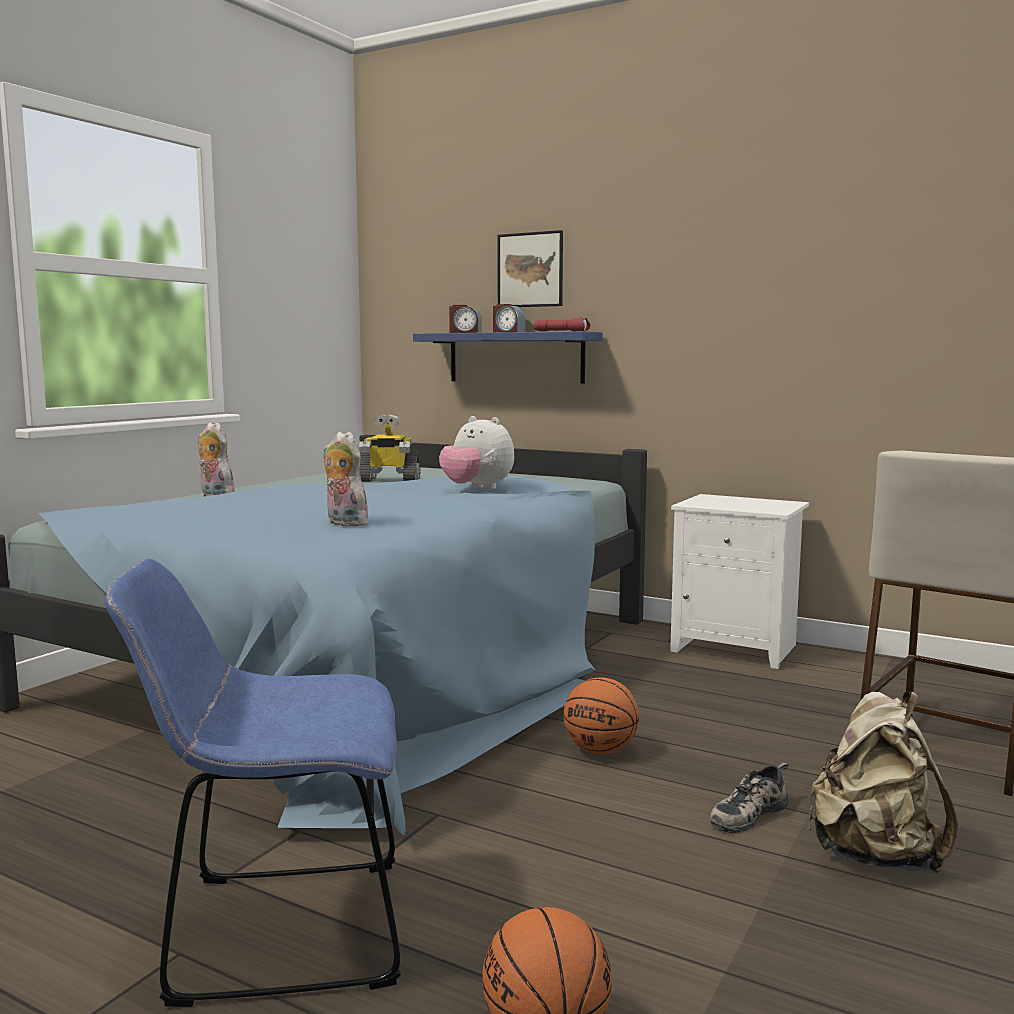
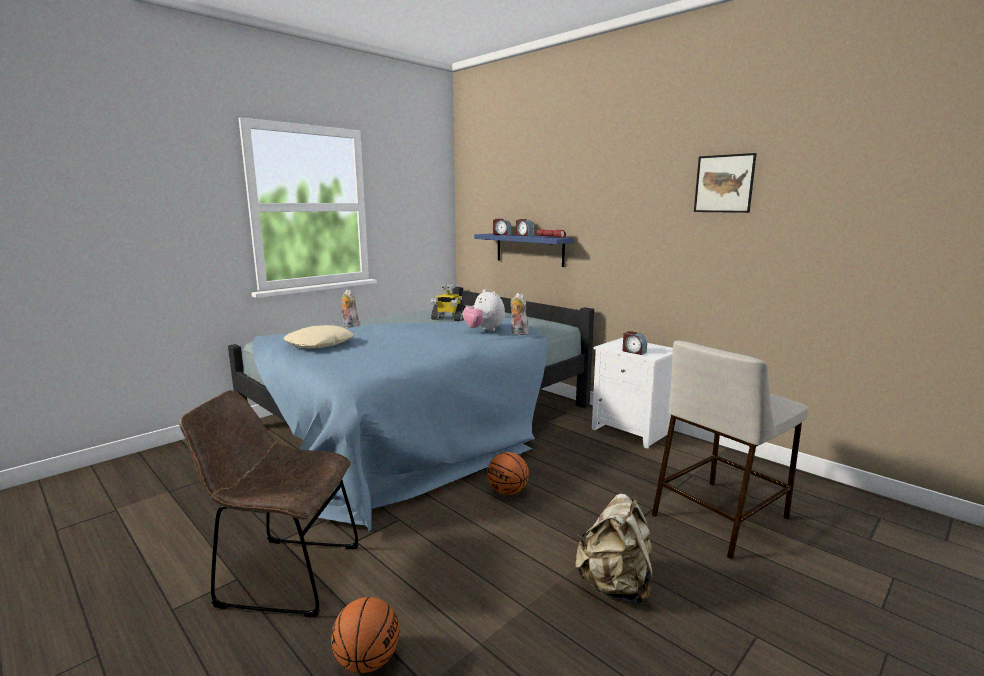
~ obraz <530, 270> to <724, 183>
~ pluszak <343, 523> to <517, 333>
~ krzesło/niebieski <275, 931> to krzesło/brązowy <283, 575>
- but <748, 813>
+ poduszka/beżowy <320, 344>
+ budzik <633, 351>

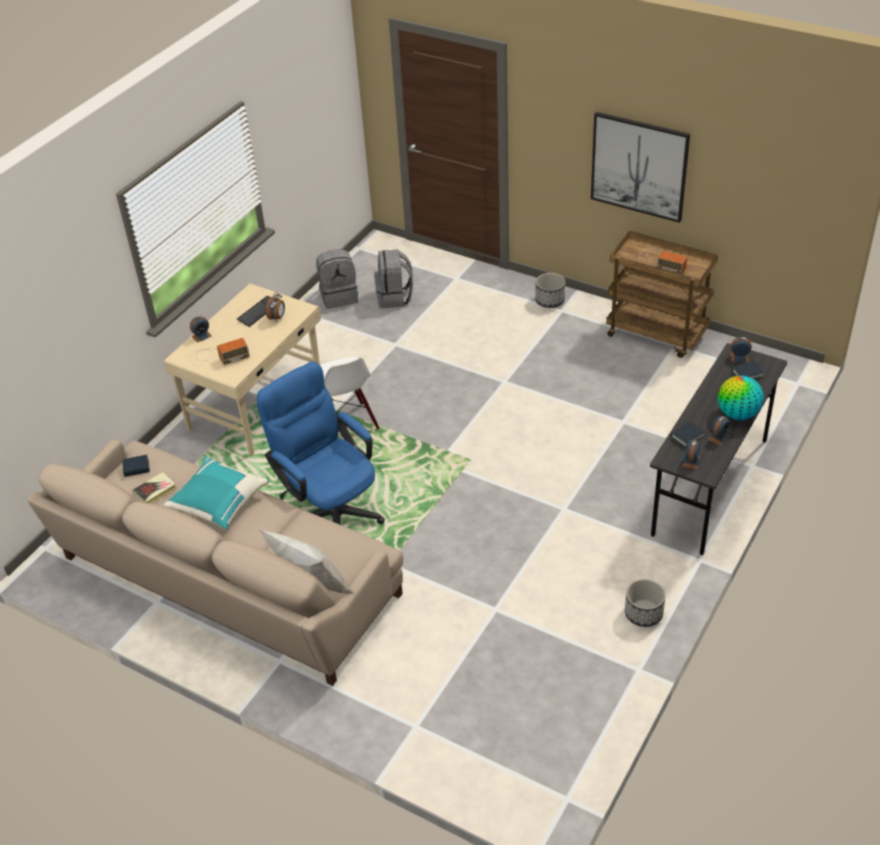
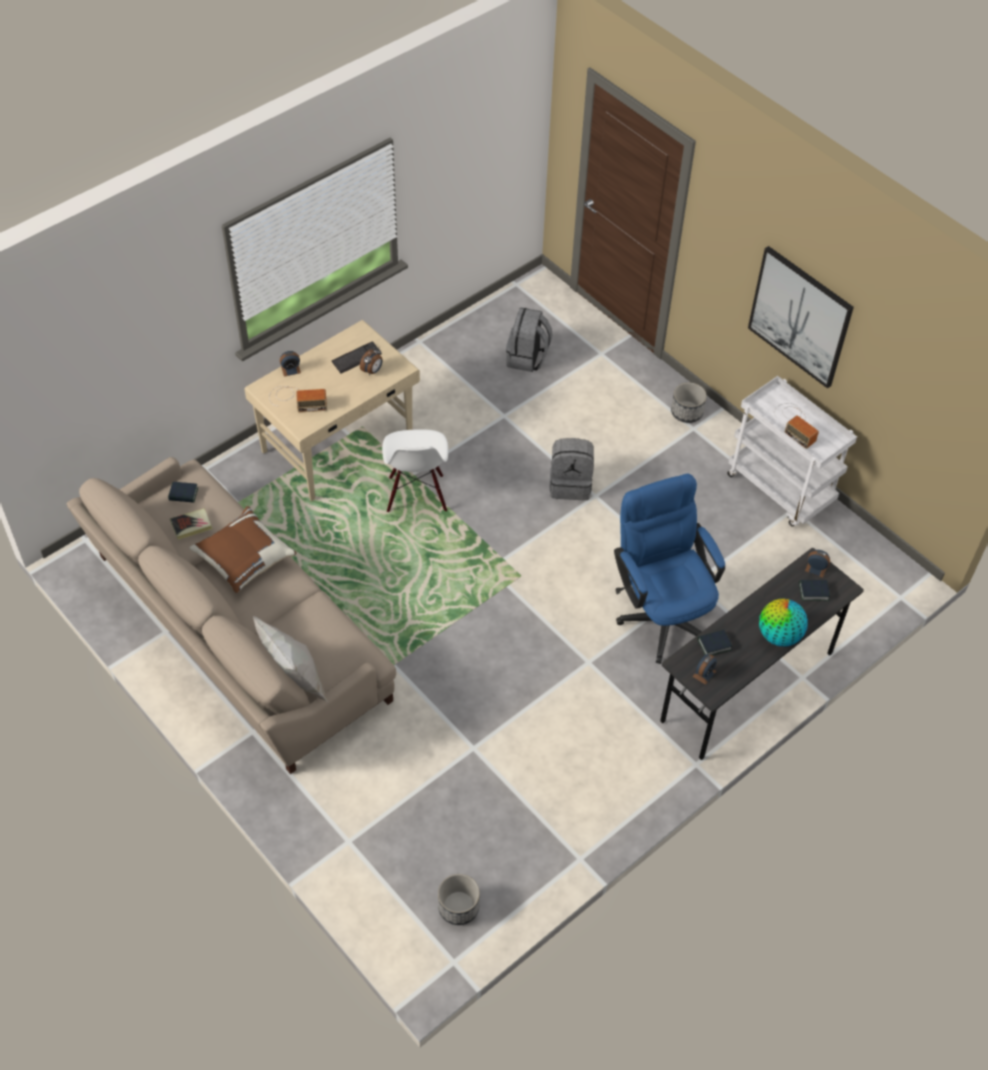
~ wózek/brązowy <657, 334> to wózek/biały <781, 489>
~ plecak/szary <339, 296> to <570, 484>
~ krzesło biurowe/niebieski <330, 509> to <661, 612>
- budzik <719, 437>
~ poduszka/turkusowy <218, 504> to poduszka/brązowy <244, 559>
~ donica <643, 614> to <458, 907>

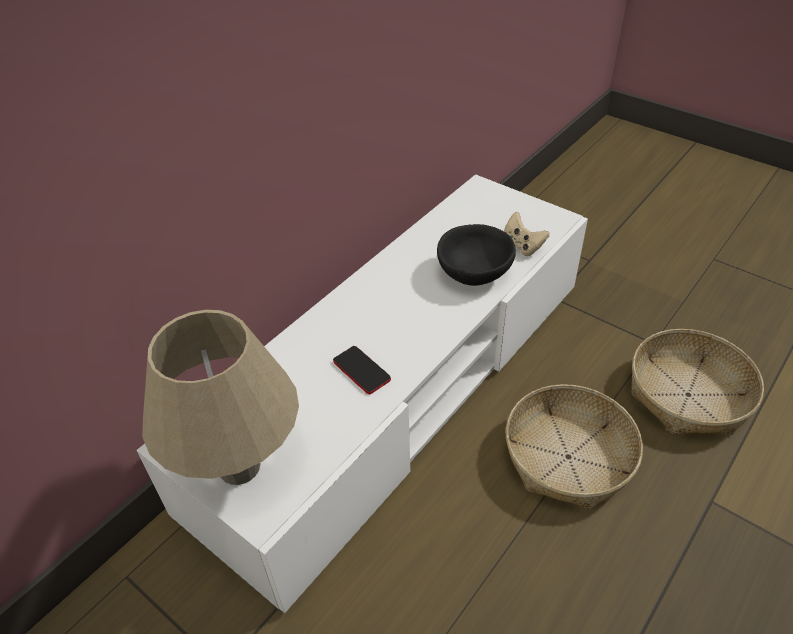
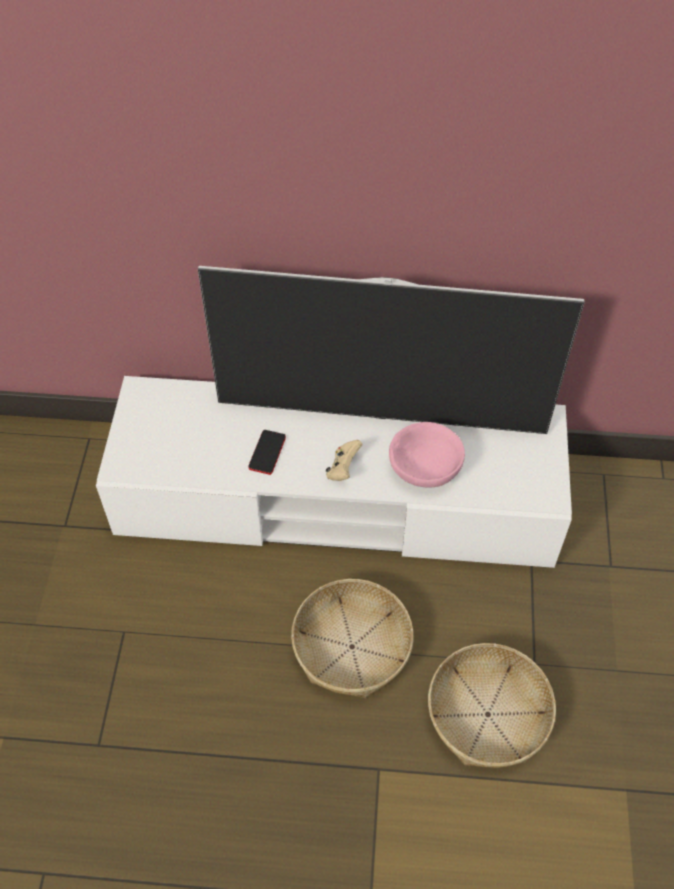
~ pad do gier/beżowy <522, 246> to <343, 469>
~ miska/czarny <474, 272> to miska/różowy <425, 469>
- lampa stołowa/beżowy <239, 466>
+ telewizor <381, 416>

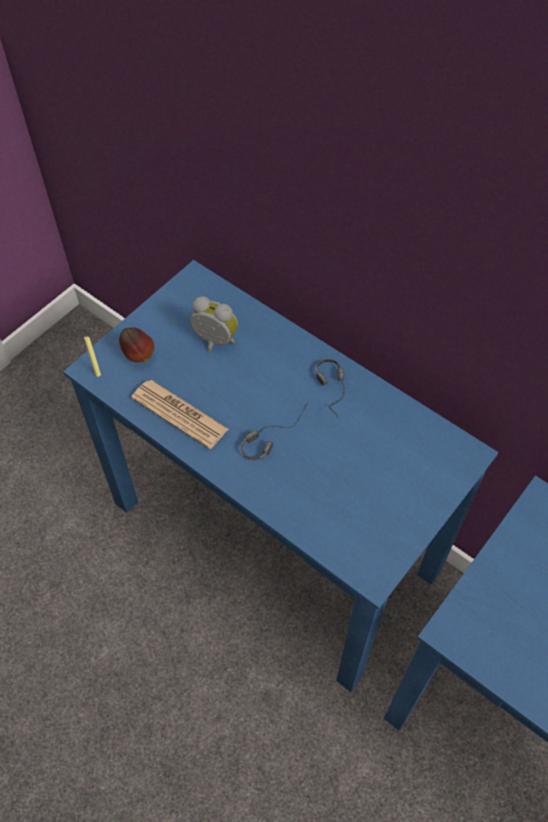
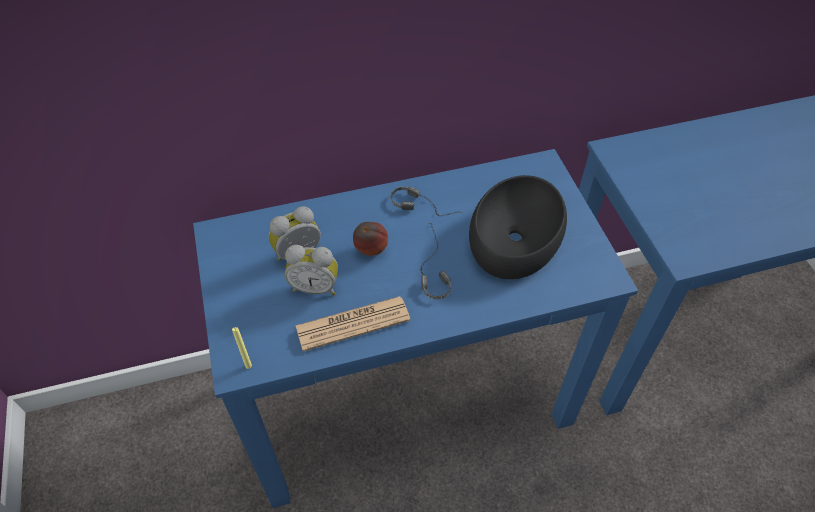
~ jabłko <138, 356> to <371, 251>
+ miska/czarny <514, 237>
+ budzik <315, 286>

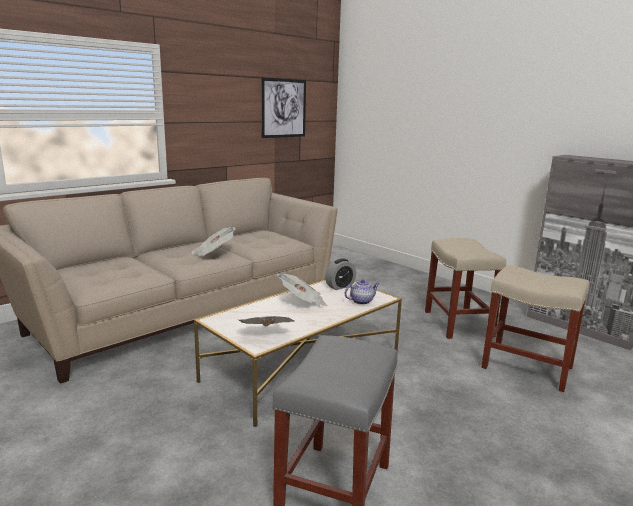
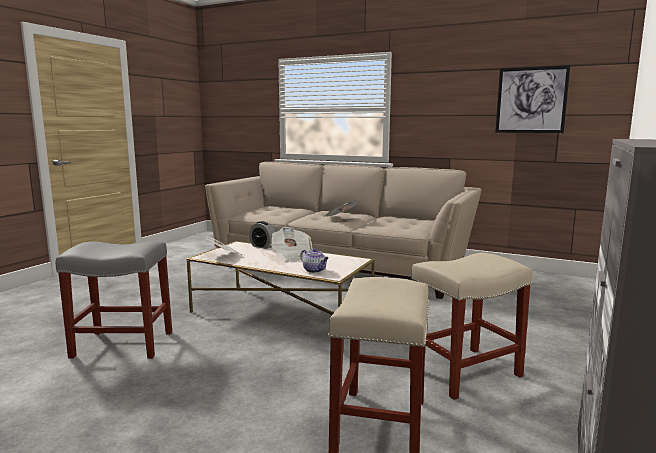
~ budzik <340, 286> to <262, 246>

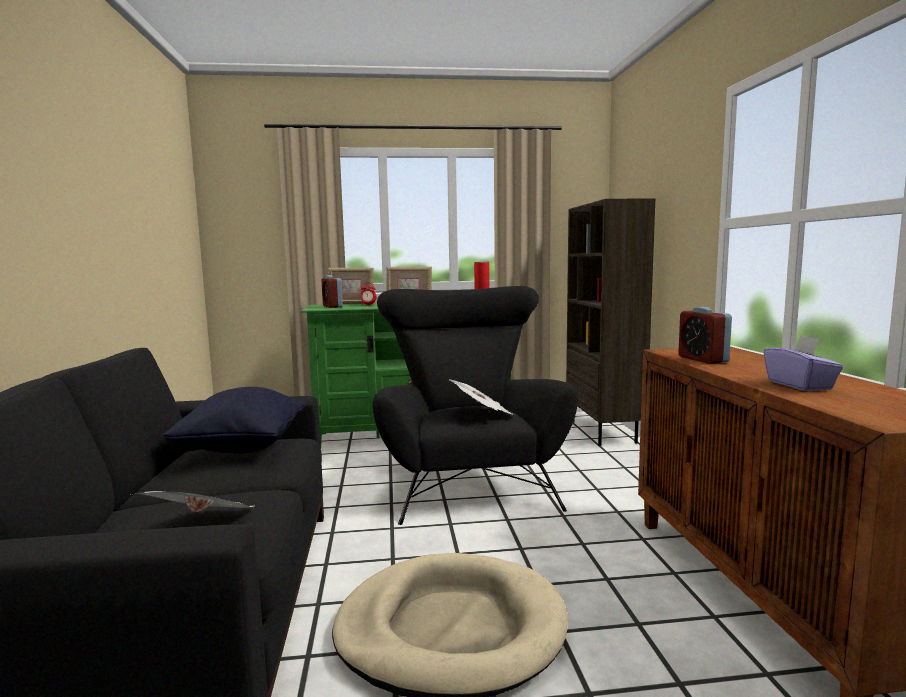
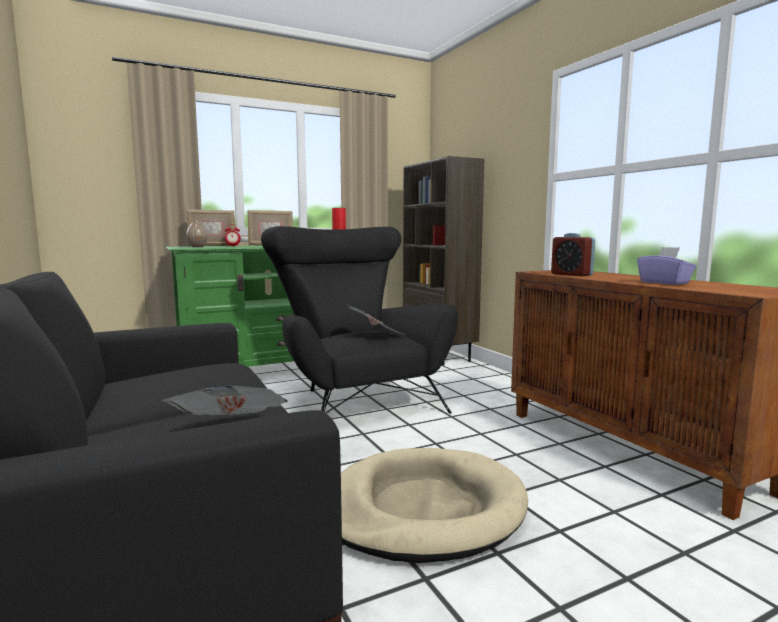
~ budzik <332, 306> to wazon <197, 247>
- poduszka/czarny <242, 448>

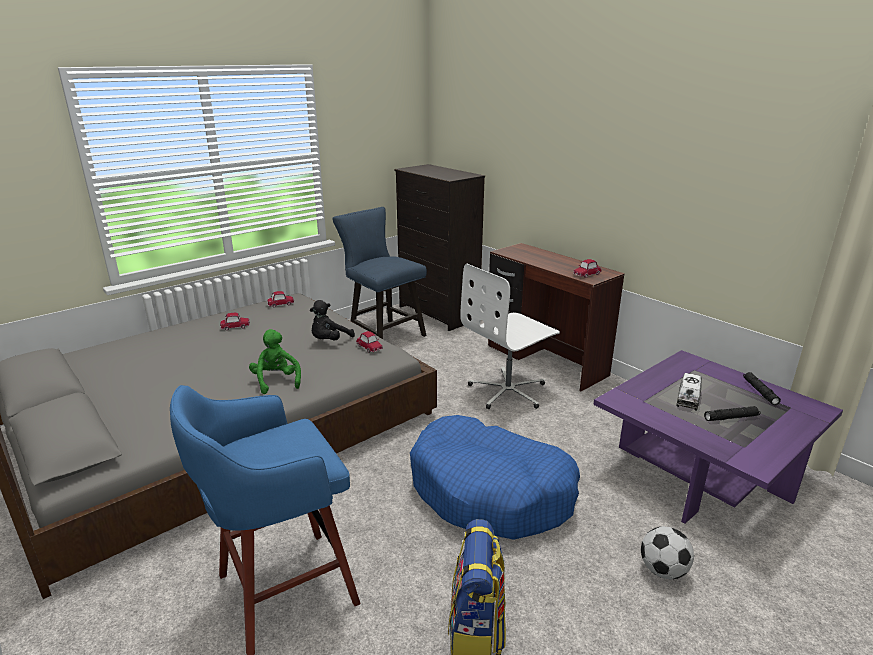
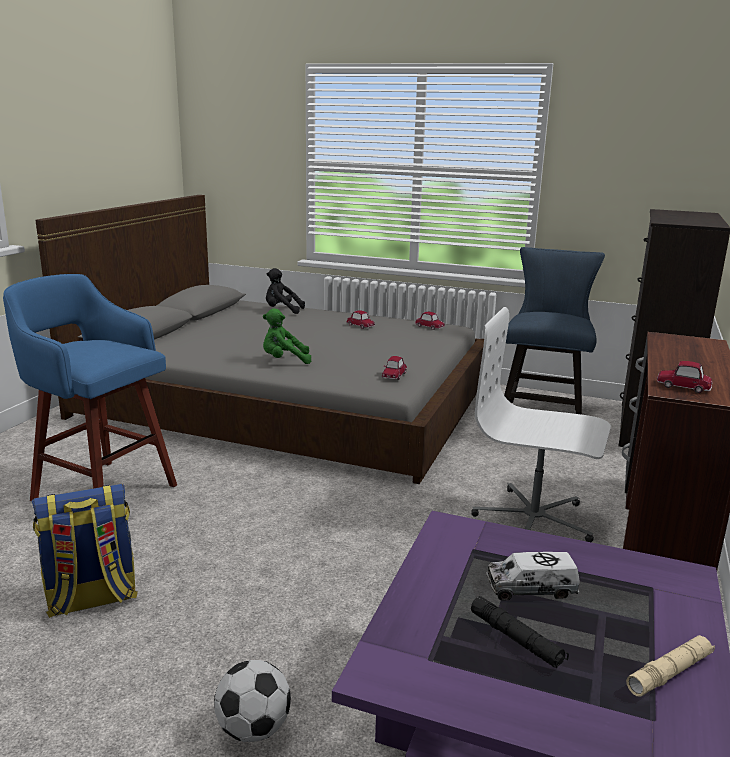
~ pluszak/czarny <329, 341> to <282, 310>
~ pluszak/zielony <276, 381> = <284, 361> 135 degrees counterclockwise
~ latarka/czarny <760, 391> to latarka/beżowy <670, 672>
- legowisko/niebieski <491, 491>

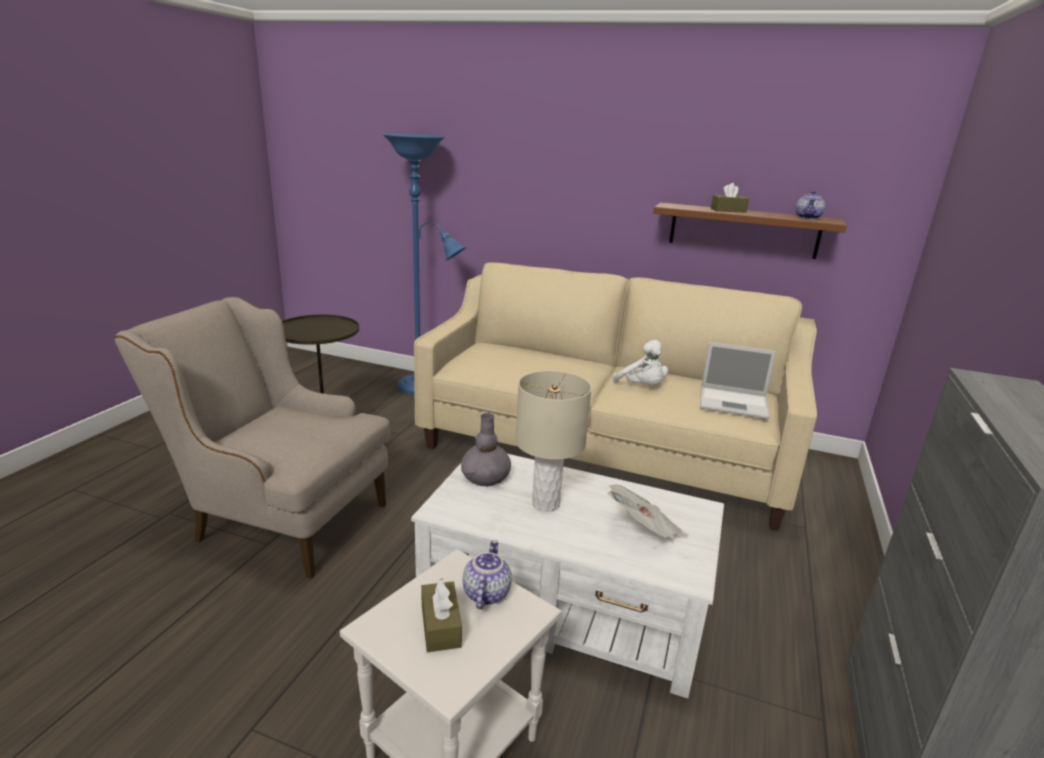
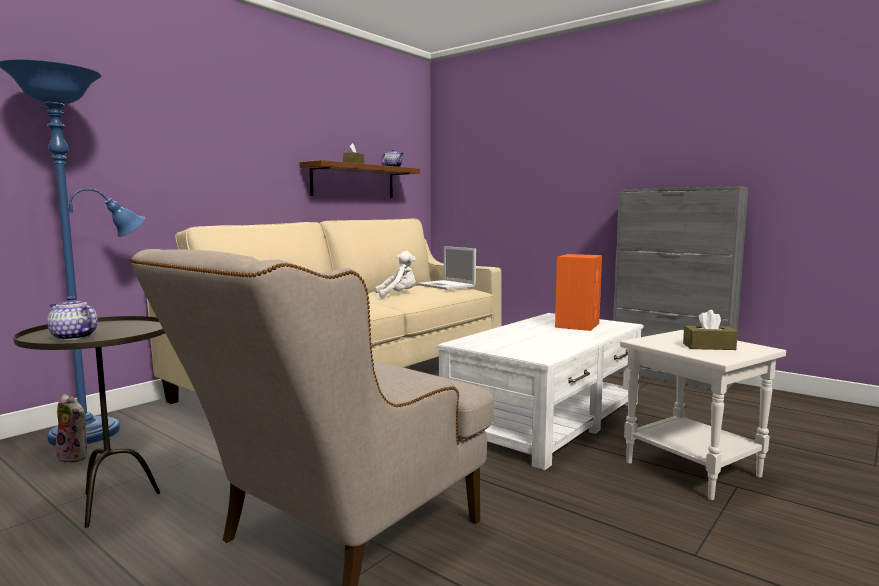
~ laptop <735, 403> = <447, 286> 105 degrees clockwise
- lampa stołowa/beżowy <546, 503>
- wazon/szary <486, 476>
~ gazeta <644, 531> to głośnik/pomarańczowy <577, 325>
~ imbryk <485, 593> to <73, 337>
+ pluszak <75, 456>

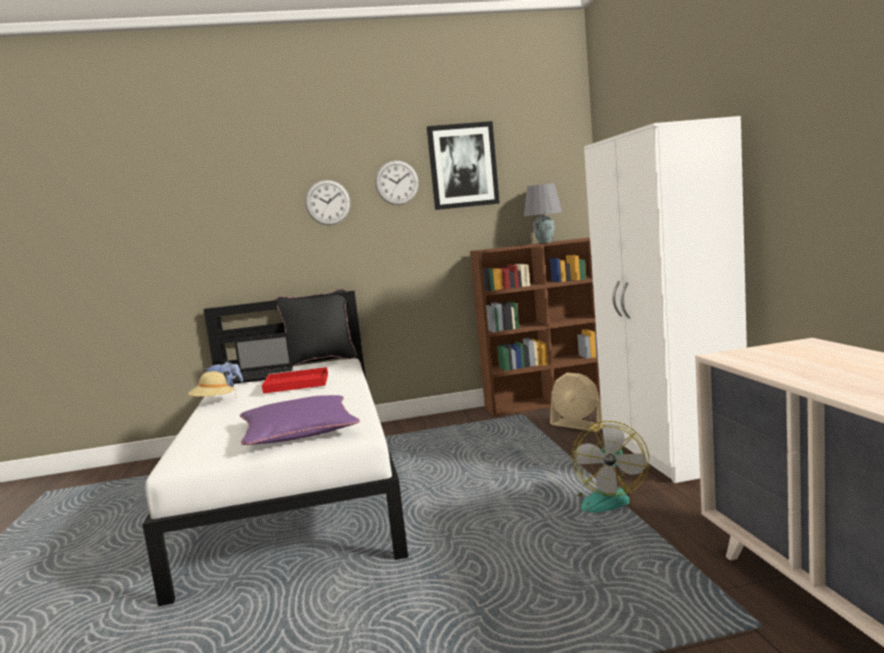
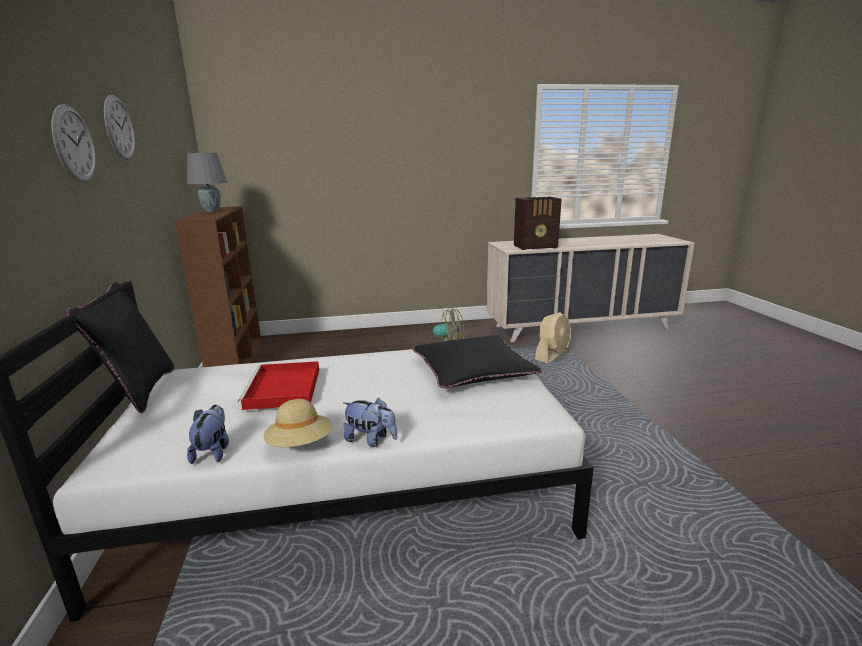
- szafa/biały <669, 451>
- obraz <463, 166>
- laptop <264, 376>
~ wentylator/beżowy <578, 425> to <552, 355>
~ poduszka/fioletowy <298, 431> to poduszka/czarny <473, 370>
+ radio <536, 247>
+ pluszak <371, 440>

